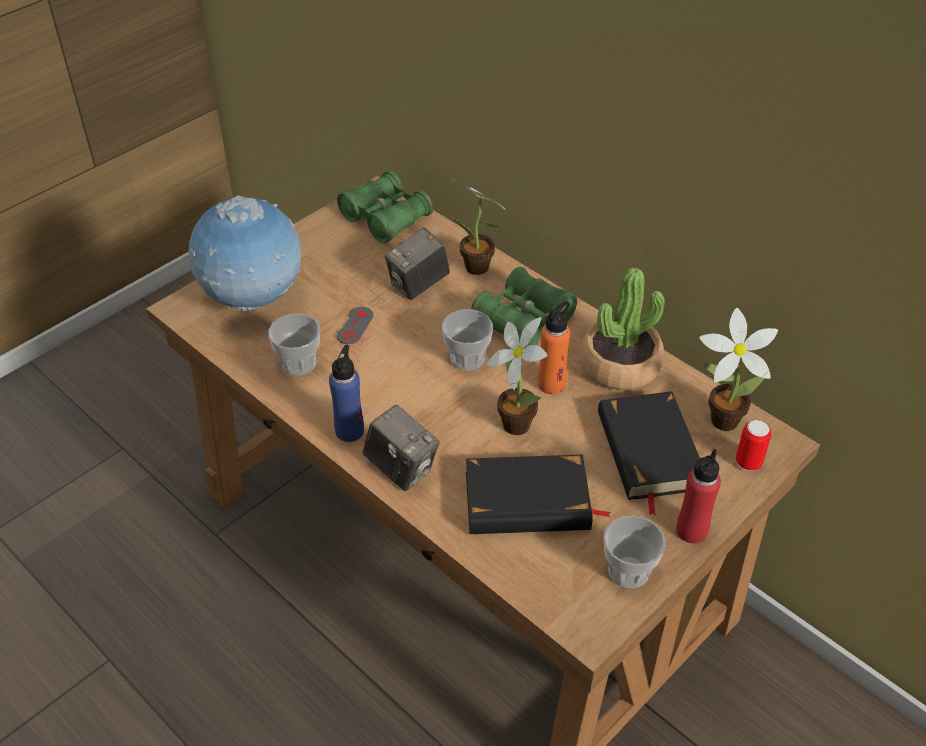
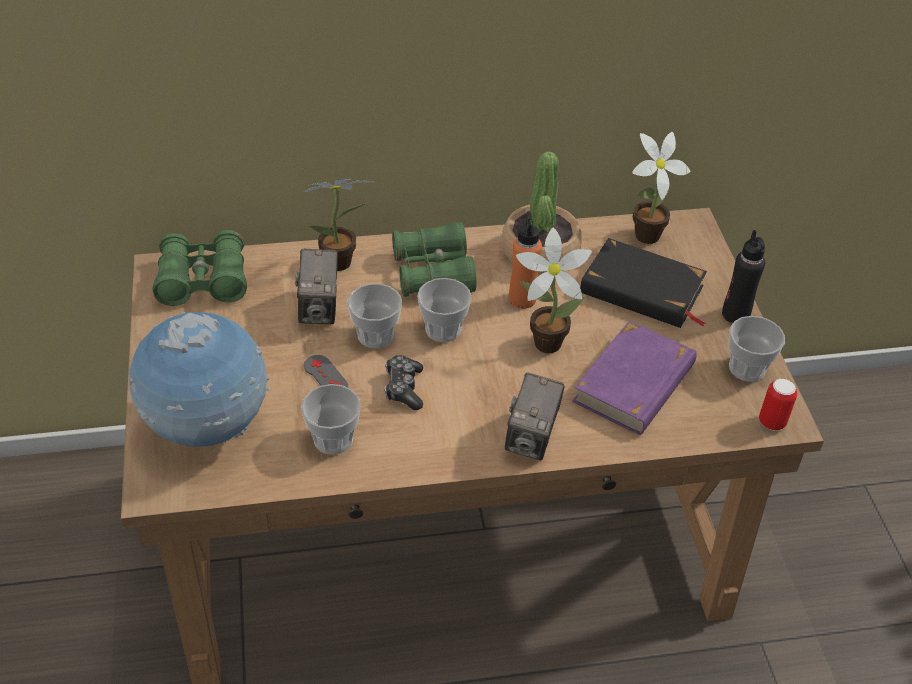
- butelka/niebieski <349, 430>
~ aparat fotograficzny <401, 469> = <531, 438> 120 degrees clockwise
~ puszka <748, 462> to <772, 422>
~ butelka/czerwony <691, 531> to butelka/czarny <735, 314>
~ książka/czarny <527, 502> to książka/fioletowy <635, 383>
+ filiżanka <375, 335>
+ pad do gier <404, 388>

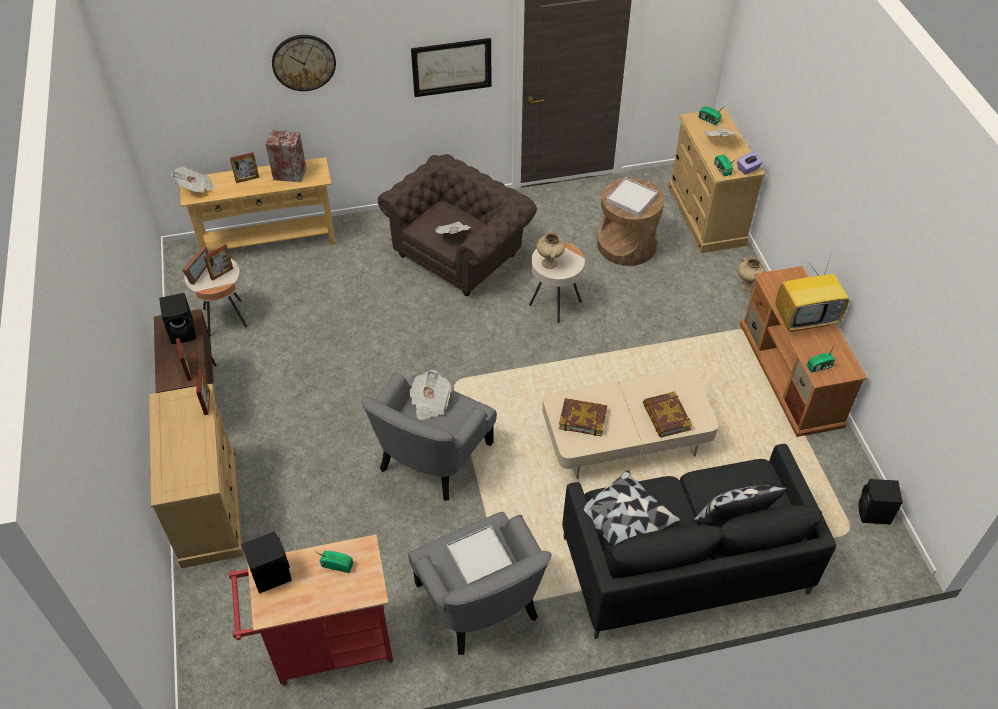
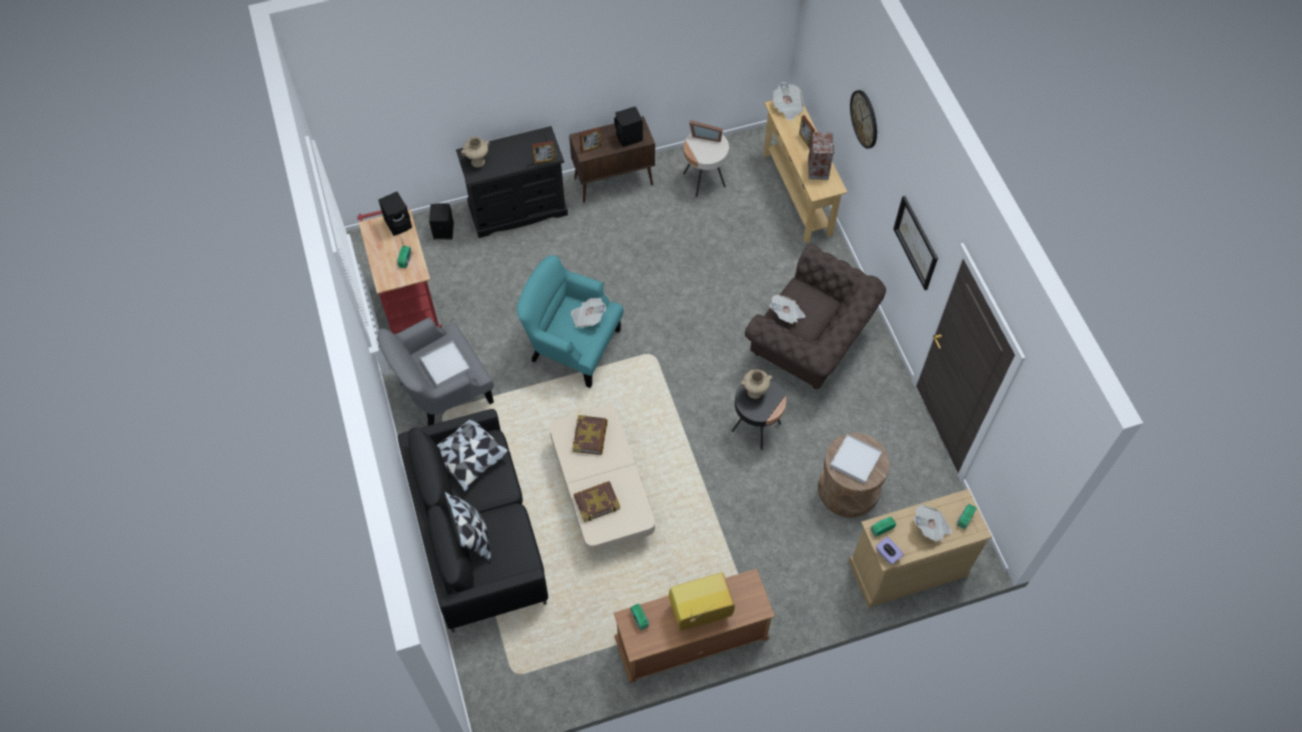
~ stolik/beżowy <555, 303> to stolik/czarny <756, 427>
- ramka na zdjęcie <222, 273>
~ telewizor <806, 319> = <699, 612> 90 degrees clockwise
~ wazon/beżowy <747, 286> to <477, 162>
~ fotel/szary <432, 457> to fotel/turkusowy <572, 346>
~ komoda/beżowy <209, 508> to komoda/czarny <518, 209>
~ głośnik/czarny <874, 514> to <442, 230>

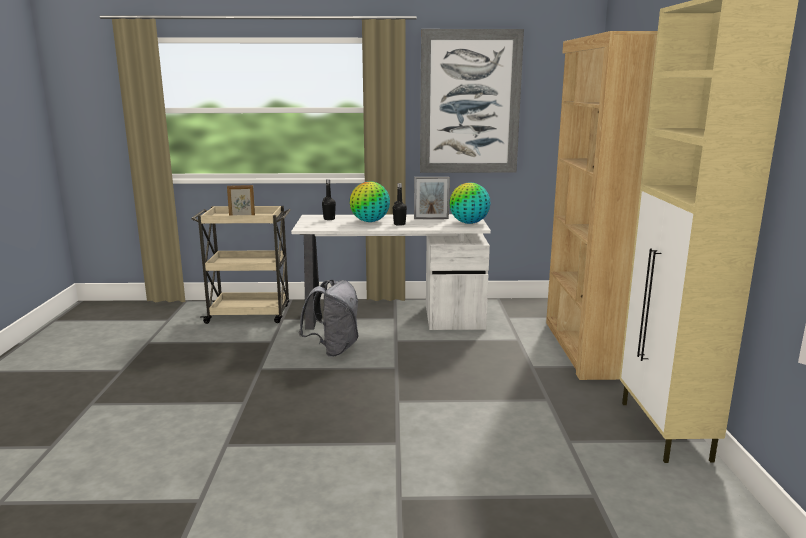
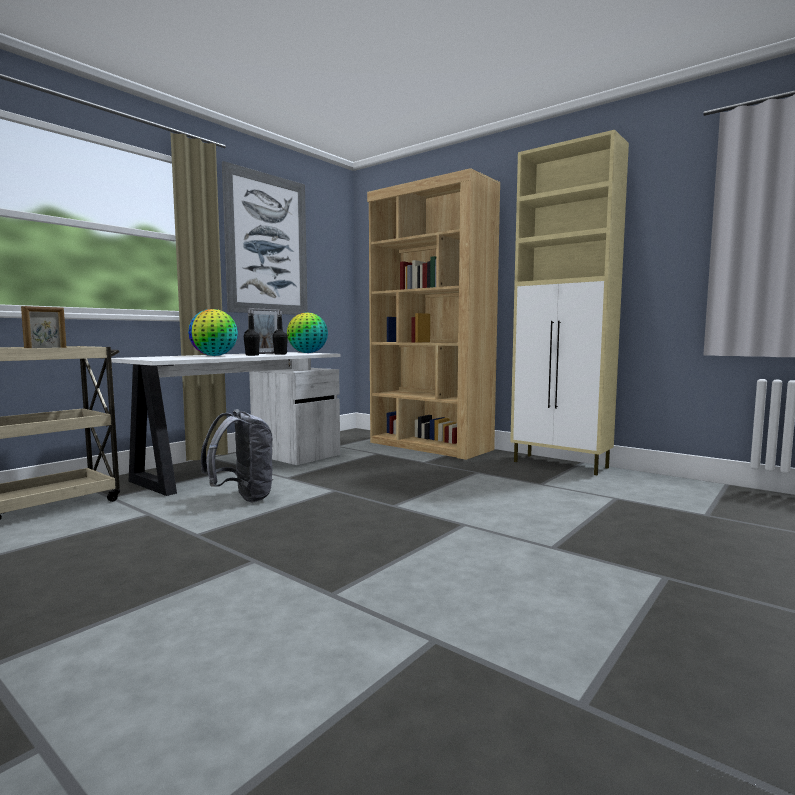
~ butelka/czarny <329, 219> to <280, 354>

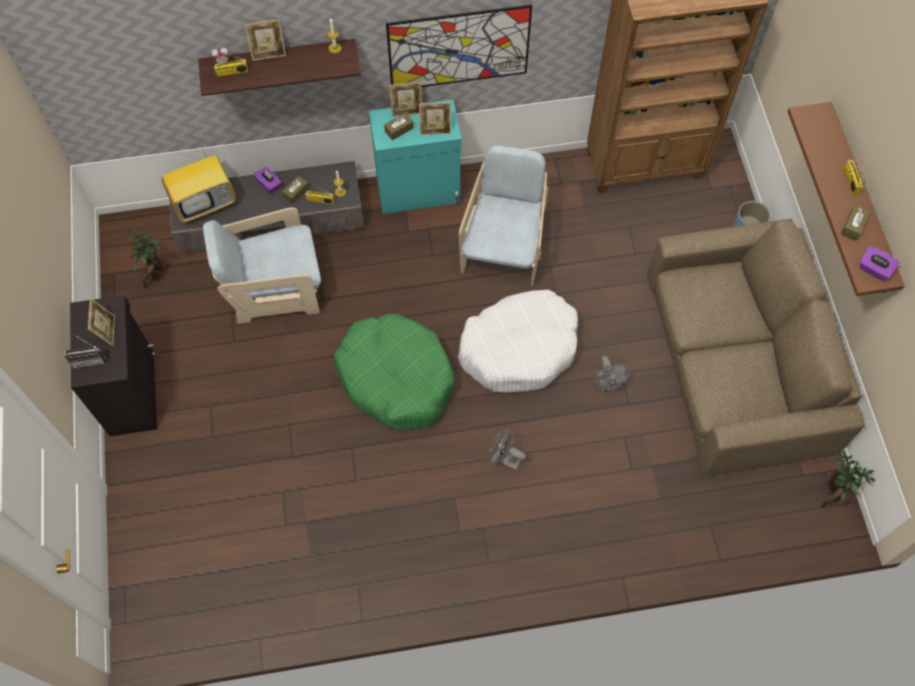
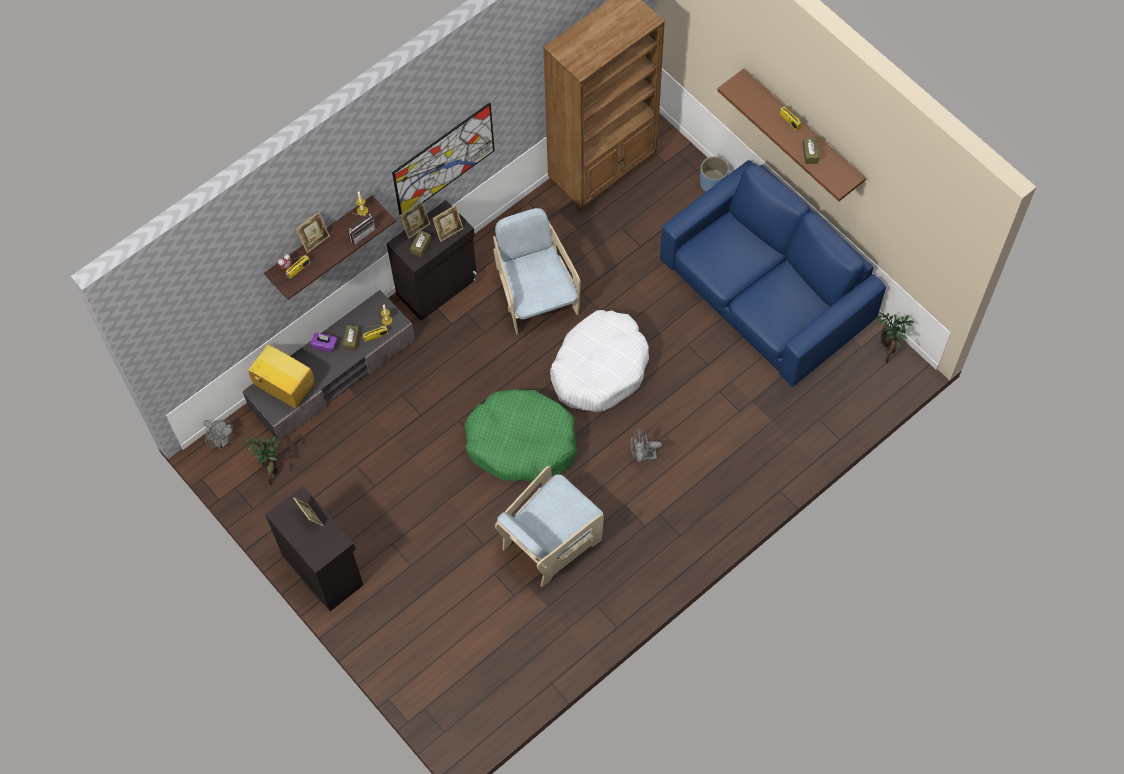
~ szafka/turkusowy <419, 192> to szafka/czarny <438, 287>
~ telewizor <205, 203> = <283, 388> 90 degrees counterclockwise
~ fotel/beżowy <275, 289> to <550, 541>
~ kanapa/brązowy <736, 363> to kanapa/niebieski <765, 291>
- pudełko chusteczek/fioletowy <874, 269>
~ radio <89, 358> to <361, 232>
~ wentylator/szary <607, 385> to <221, 441>

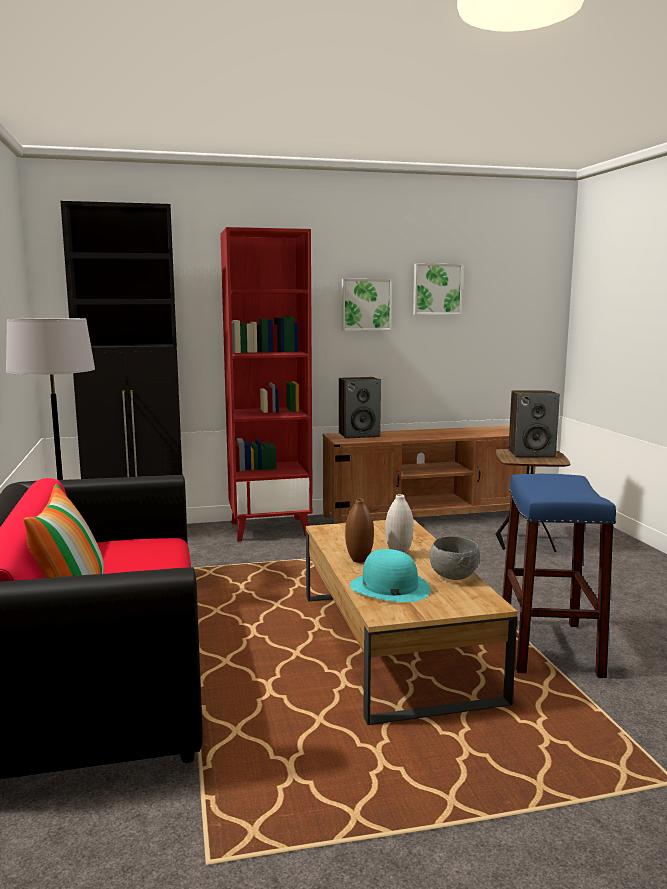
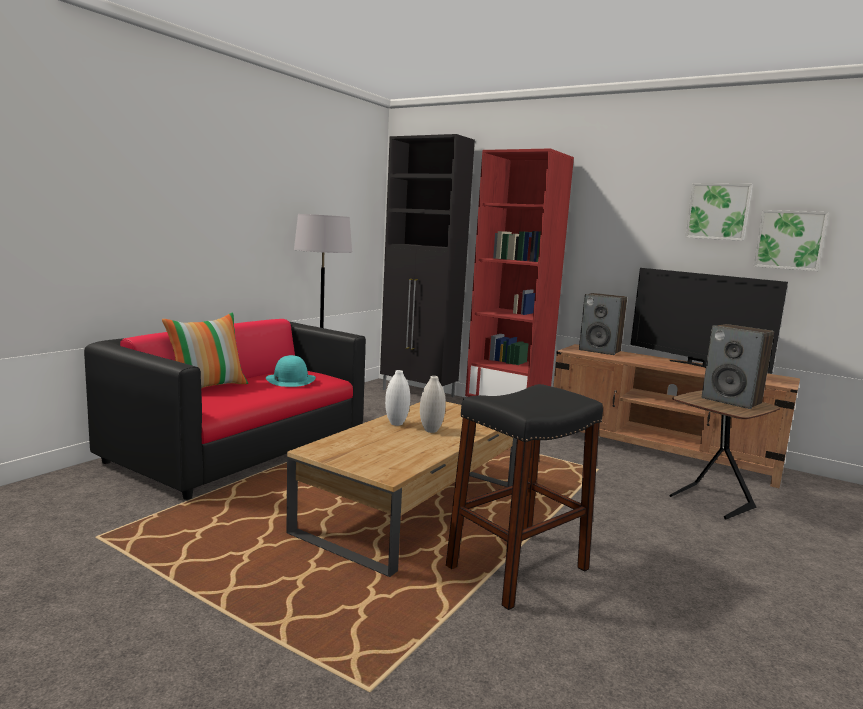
~ obraz <366, 304> to <790, 240>
~ stołek/niebieski <549, 647> to stołek/czarny <518, 568>
~ wazon/brązowy <359, 560> to wazon/biały <396, 423>
- miska/szary <454, 577>
~ kapelusz/turkusowy <389, 587> to <290, 380>
+ telewizor <695, 365>

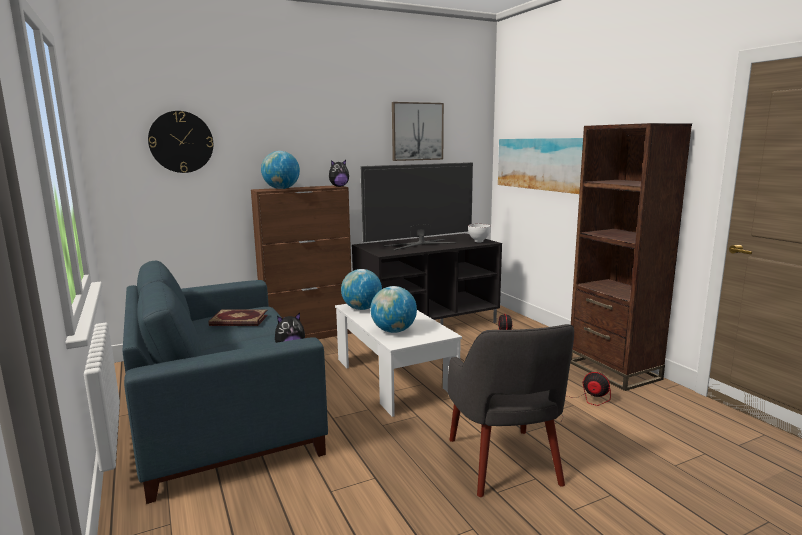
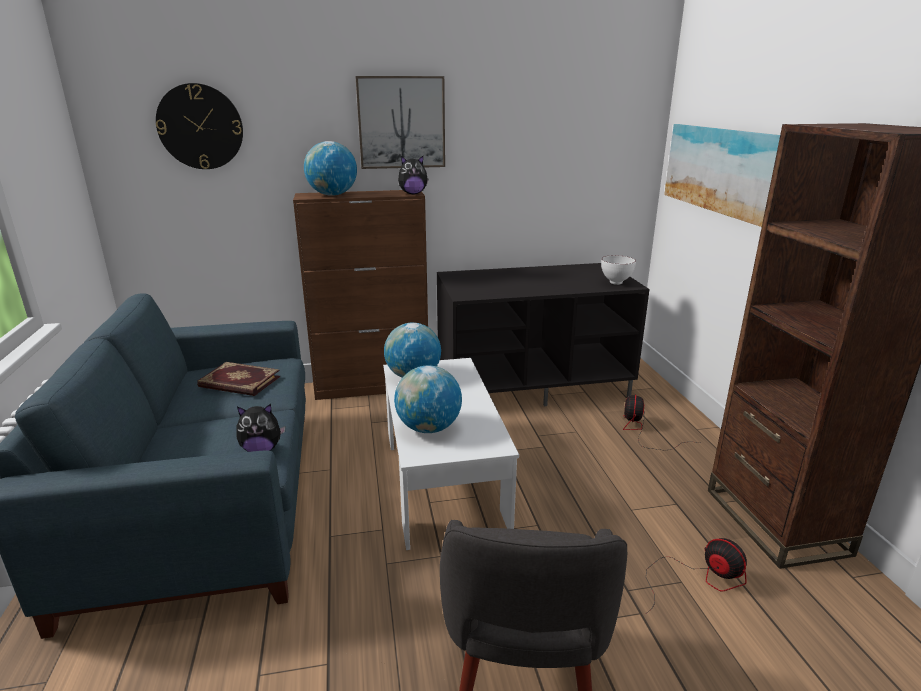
~ obraz <417, 131> to <401, 122>
- telewizor <420, 244>

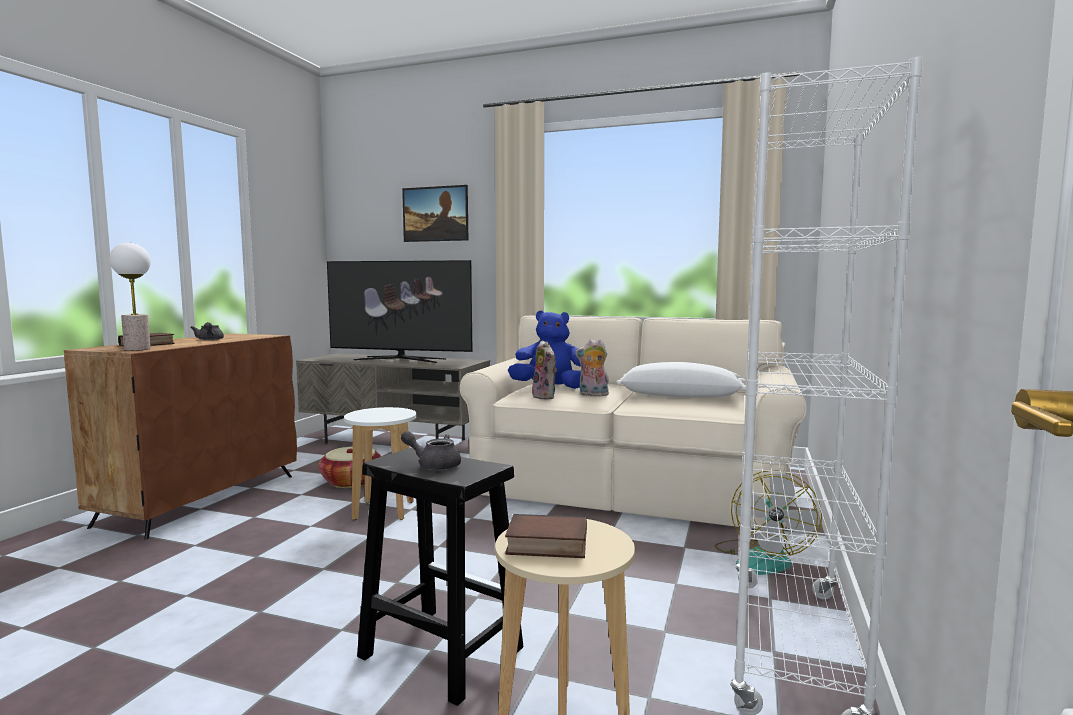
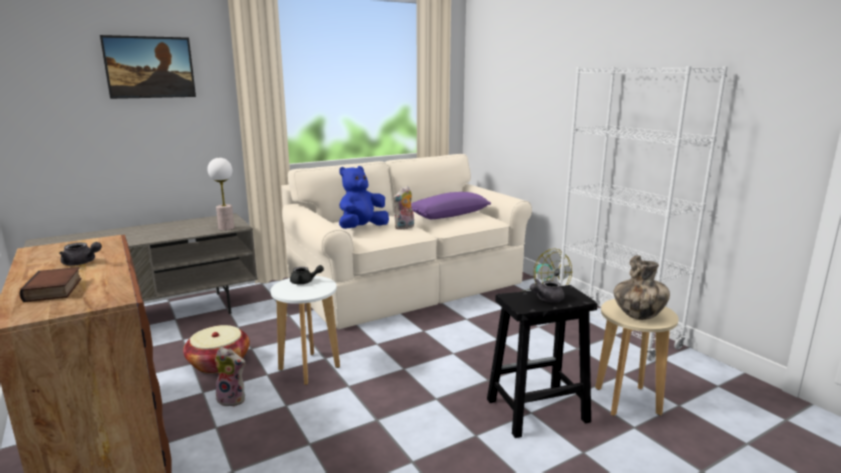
~ lampa stołowa <137, 349> to <226, 228>
- telewizor <400, 359>
~ pluszak <546, 397> to <233, 399>
~ poduszka/biały <681, 396> to poduszka/fioletowy <448, 215>
~ książka <545, 545> to wazon <638, 316>
+ imbryk/czarny <305, 282>

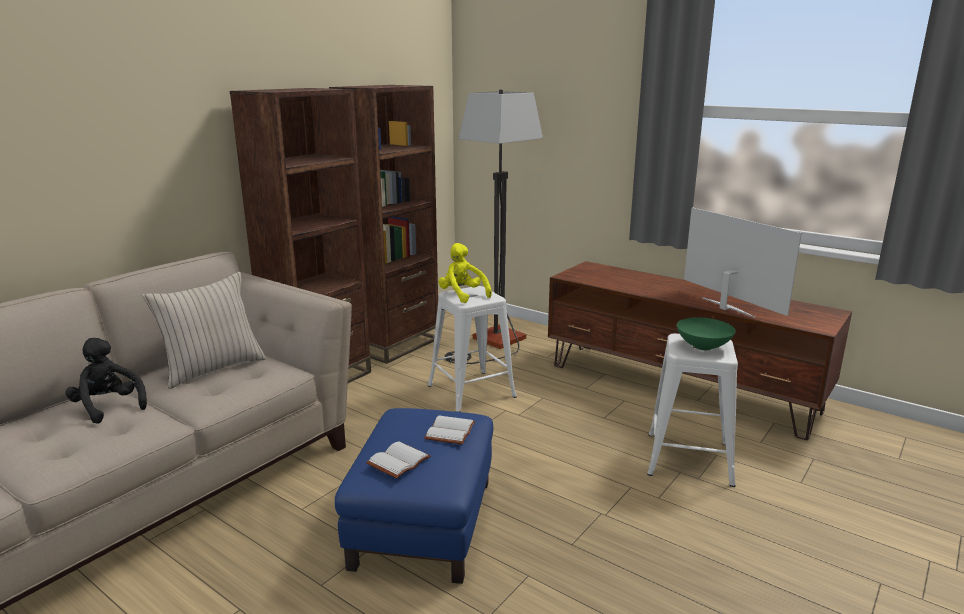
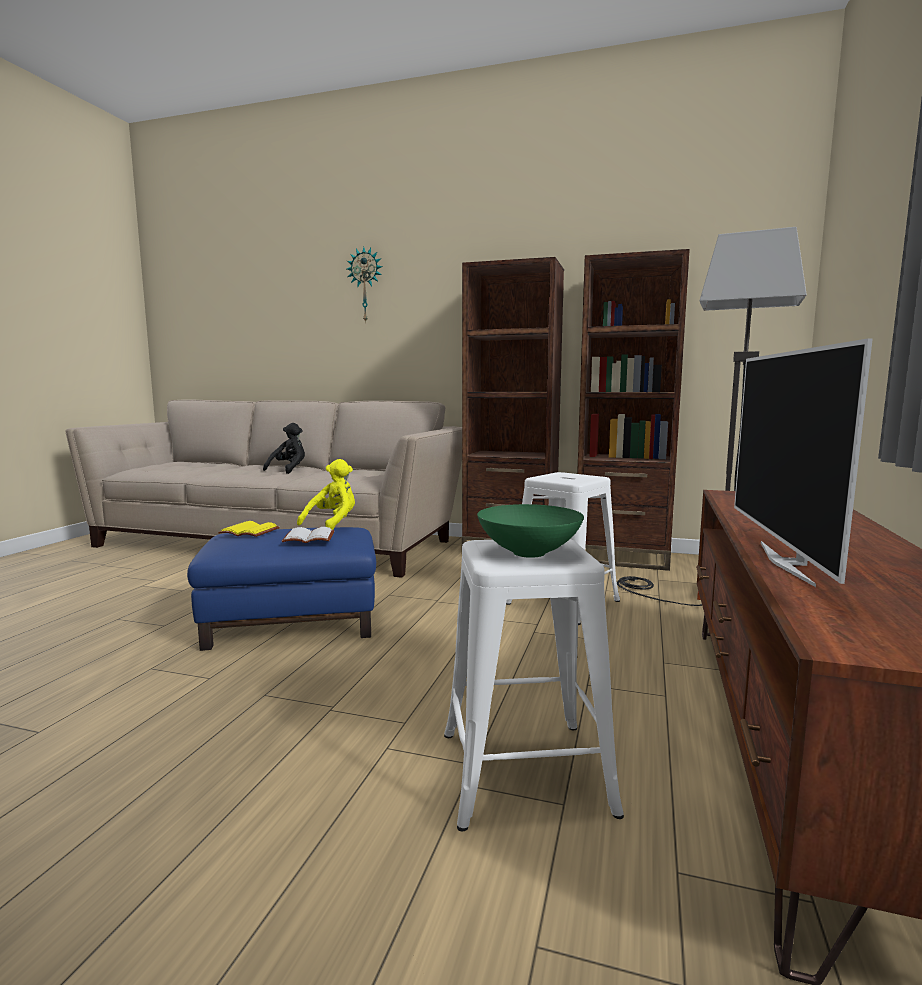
~ telewizor <726, 308> = <787, 562> 150 degrees clockwise
~ pluszak/żółty <462, 295> to <333, 524>
- poduszka/beżowy <212, 369>
~ książka/biały <398, 460> to książka/żółty <251, 531>
+ zegar ścienny <366, 285>

